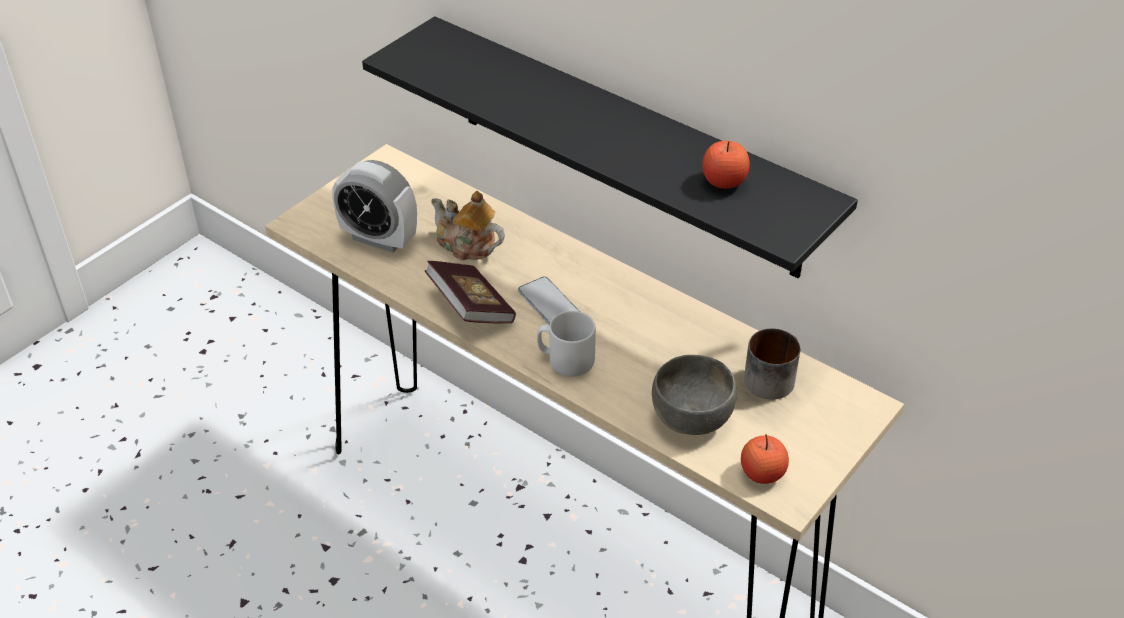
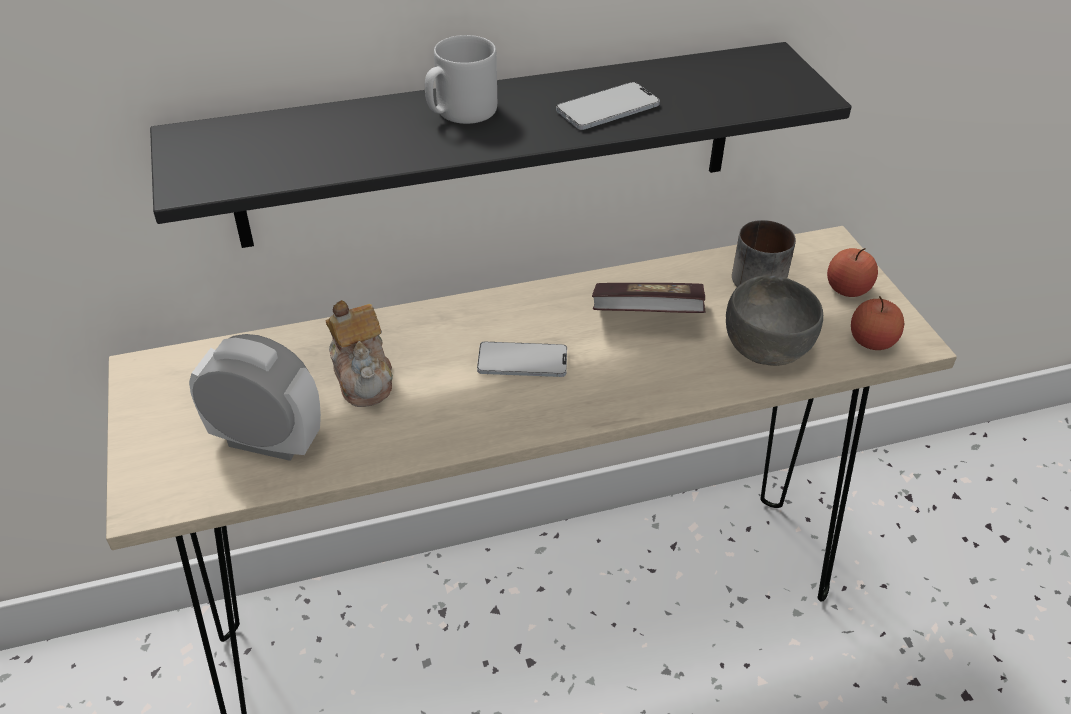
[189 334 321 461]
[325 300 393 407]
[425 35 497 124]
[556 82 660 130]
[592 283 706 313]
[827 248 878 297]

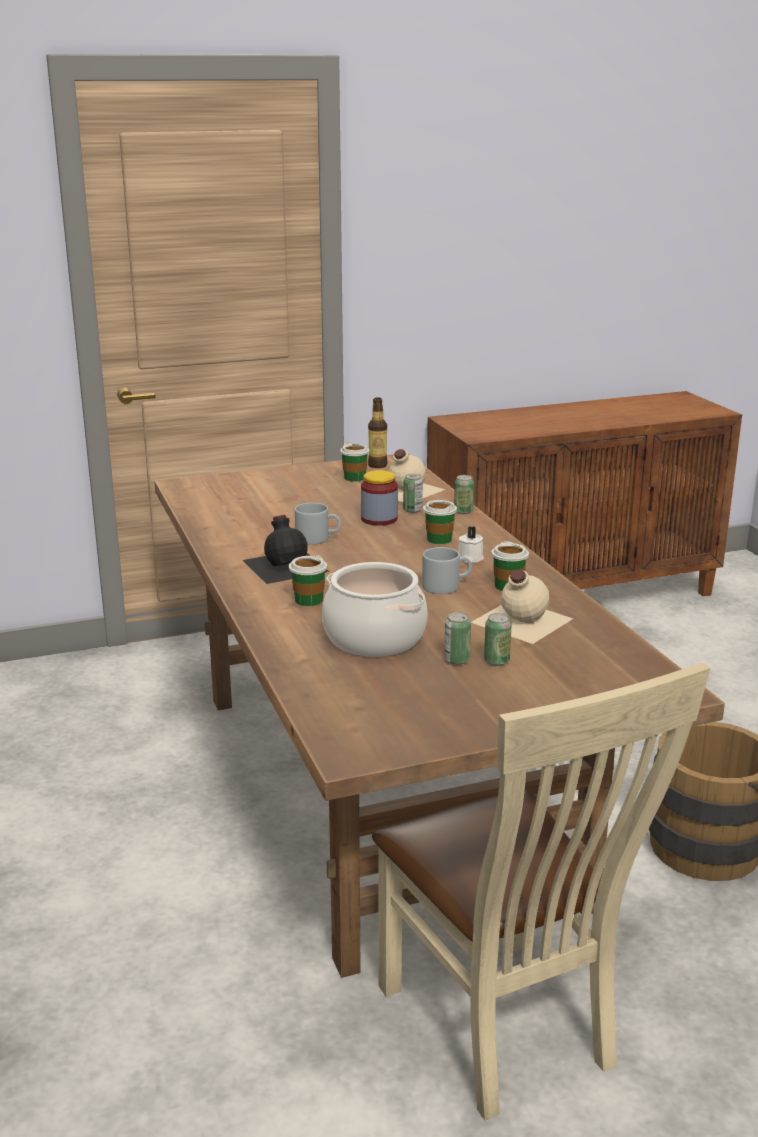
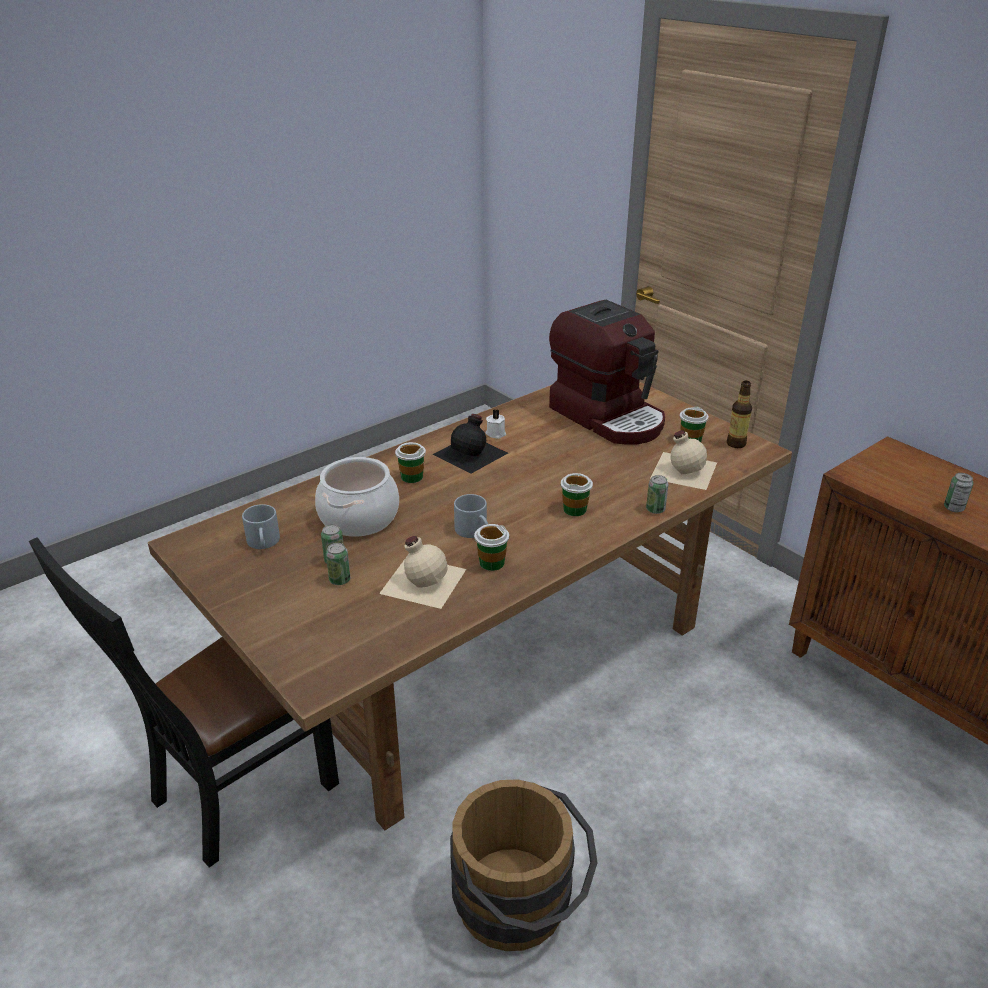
[29 537 339 868]
[242 504 280 549]
[486 409 506 439]
[549 300 665 445]
[944 473 973 512]
[361 470 398 526] (first image)

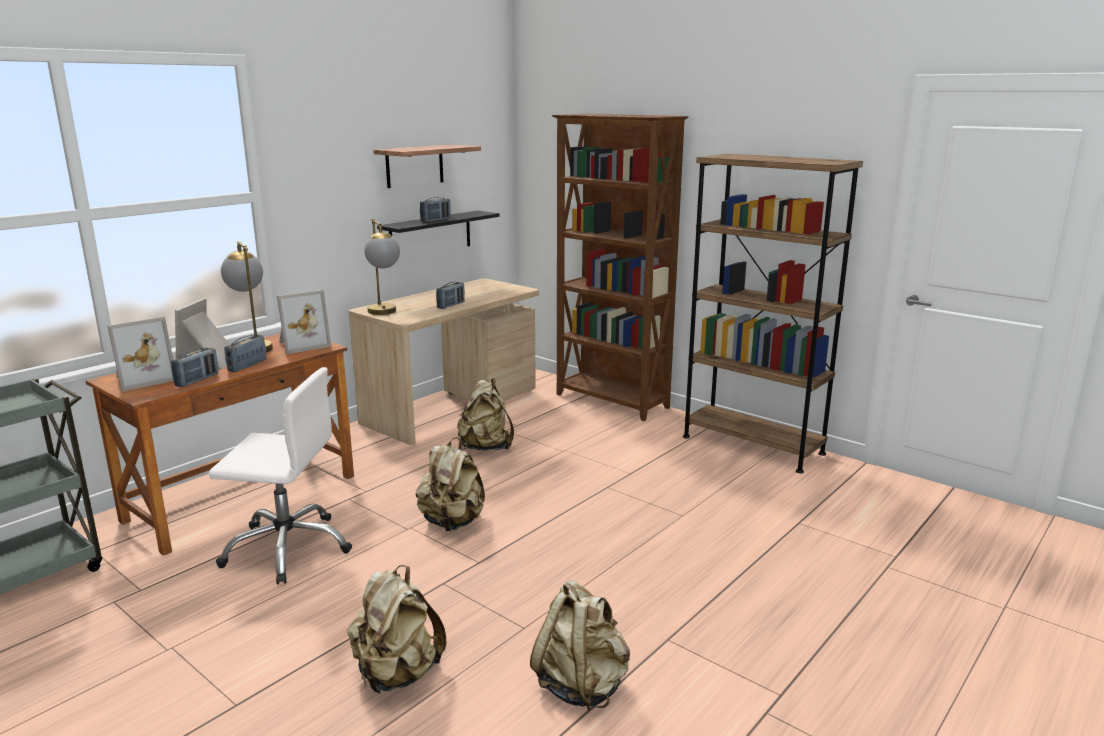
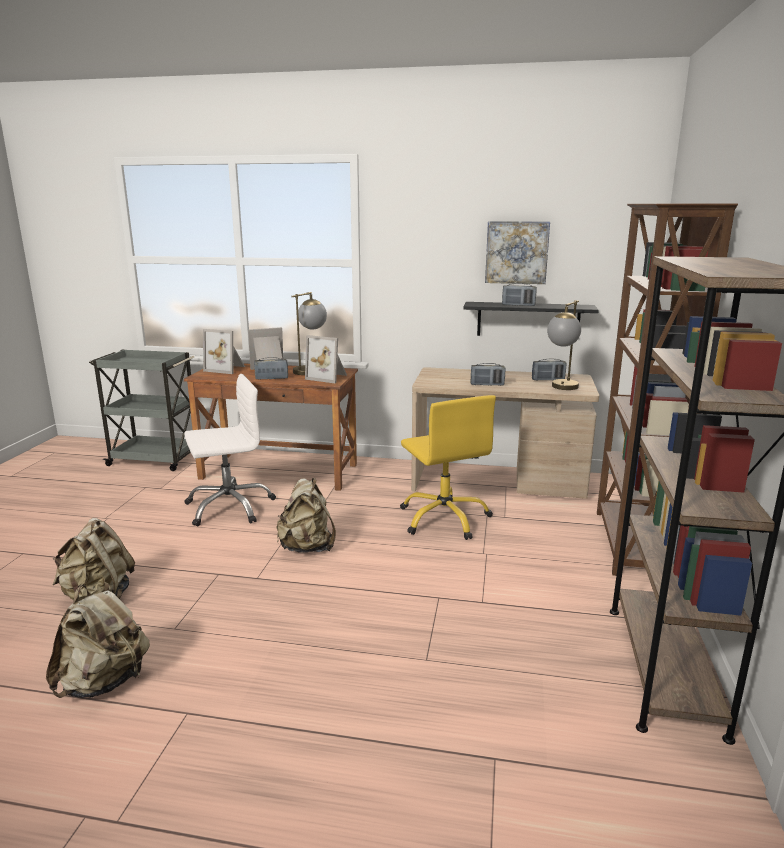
[184 374 276 526]
[400 395 496 540]
[485 221 550 284]
[532 359 566 381]
[547 300 581 390]

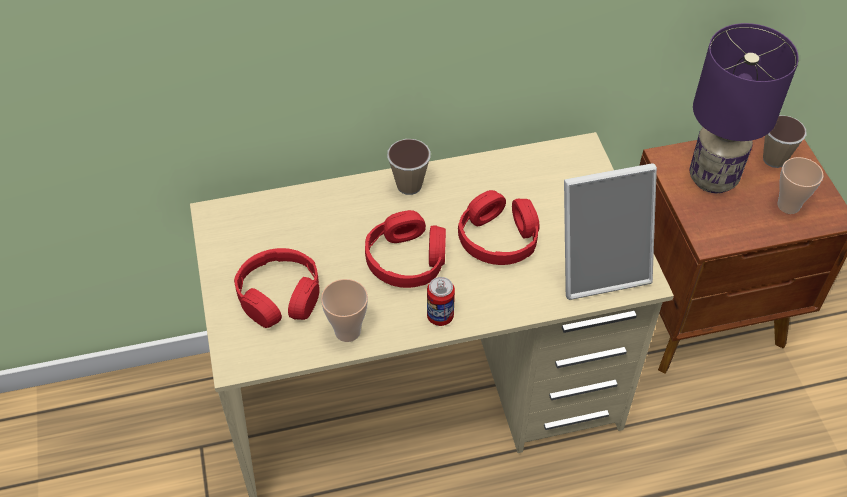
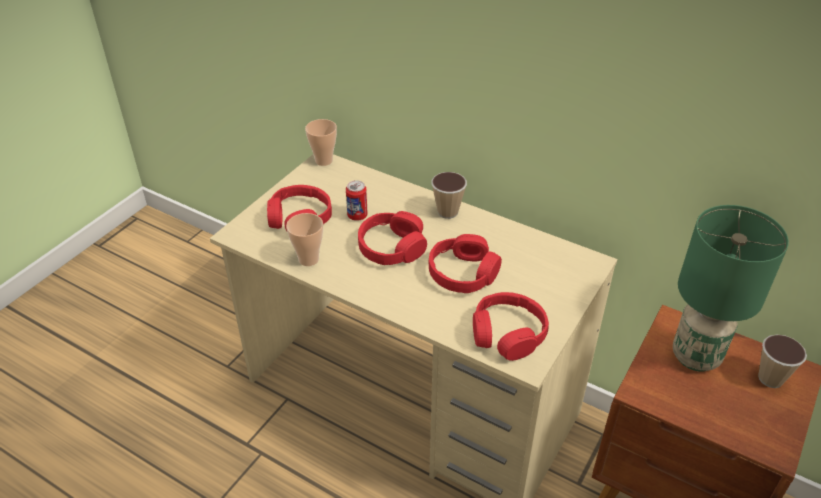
[305 119 337 166]
[346 180 368 221]
[473 292 549 361]
[673 205 789 372]

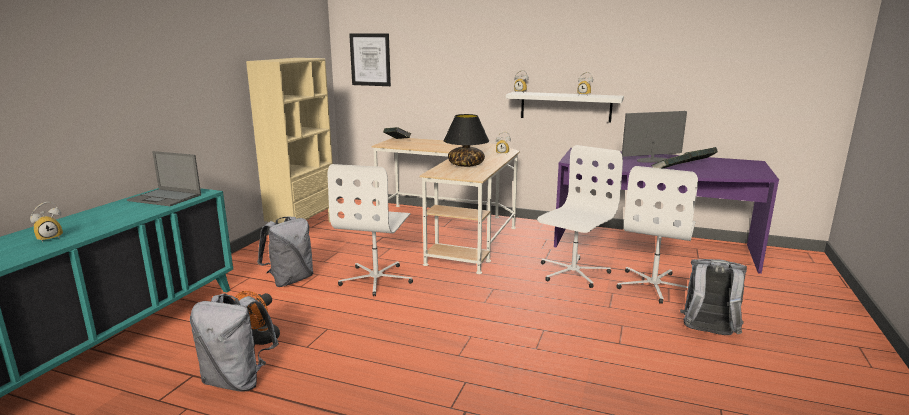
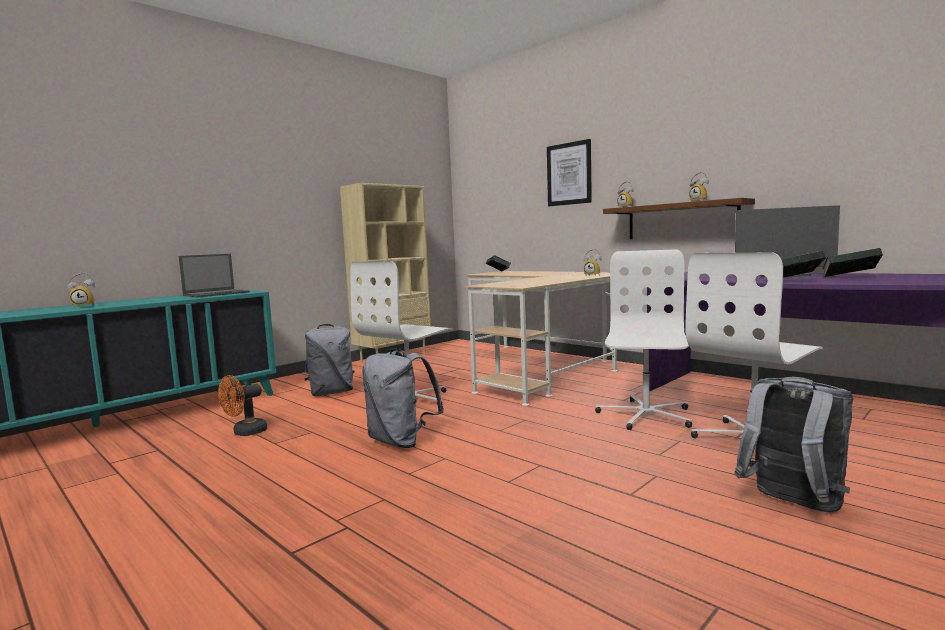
[179 254 250 297]
[362 349 444 448]
[547 139 592 206]
[595 249 692 430]
[603 198 755 239]
[443 114 489 167] (first image)

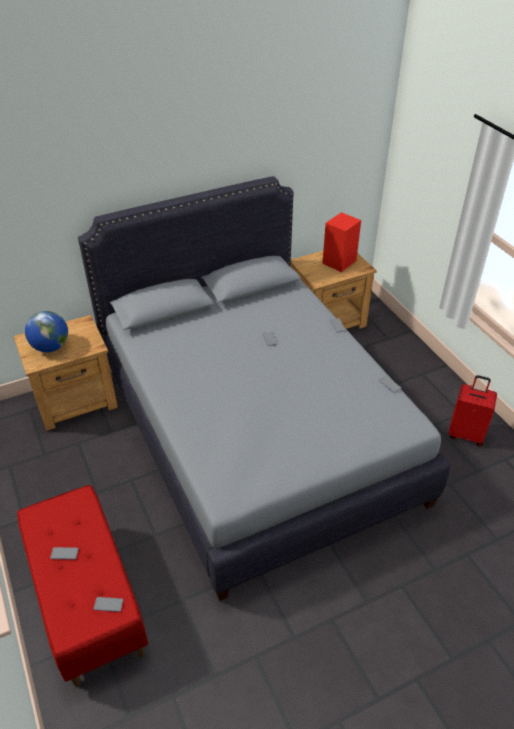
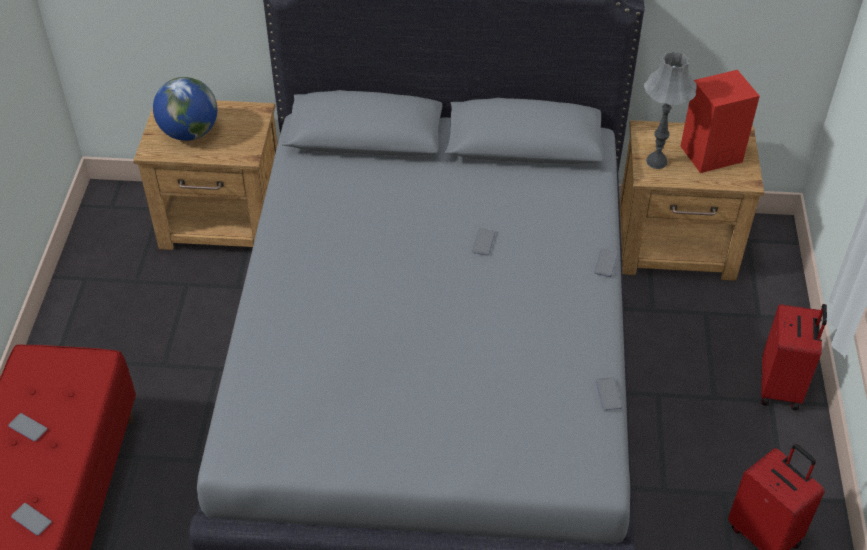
[644 51 697 169]
[761 304 827 410]

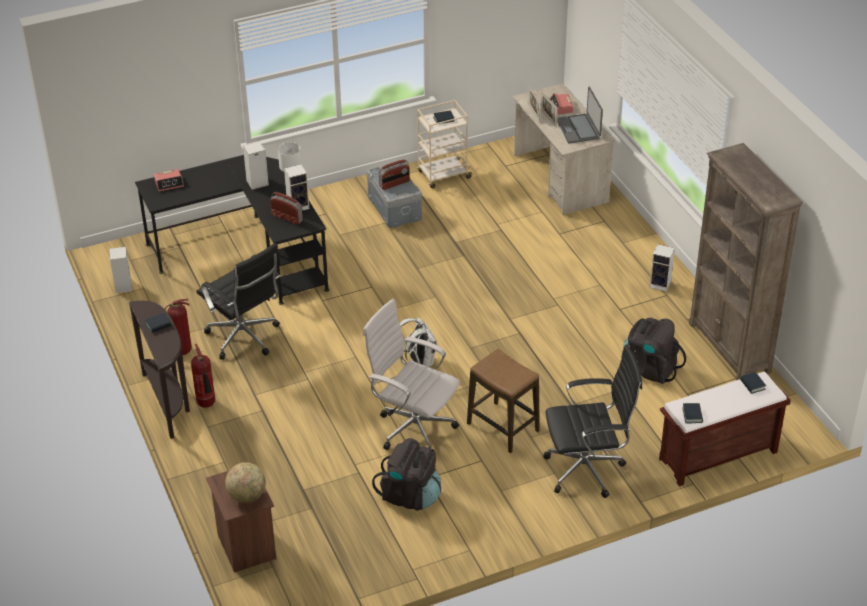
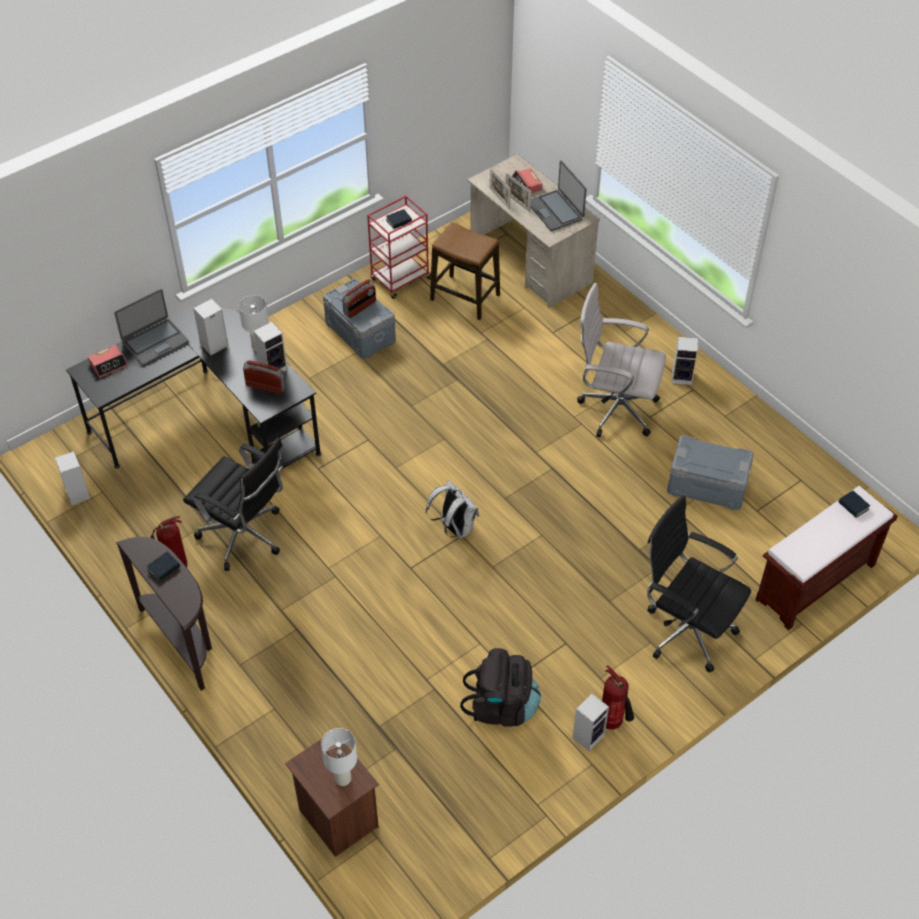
[114 289 189 366]
[321 728 357 786]
[367 195 431 299]
[430 222 500 320]
[572 693 609 751]
[577 283 666 437]
[602 665 634 730]
[647 495 751 673]
[667 435 754 510]
[682 403 703 423] (first image)
[689 143 803 380] (first image)

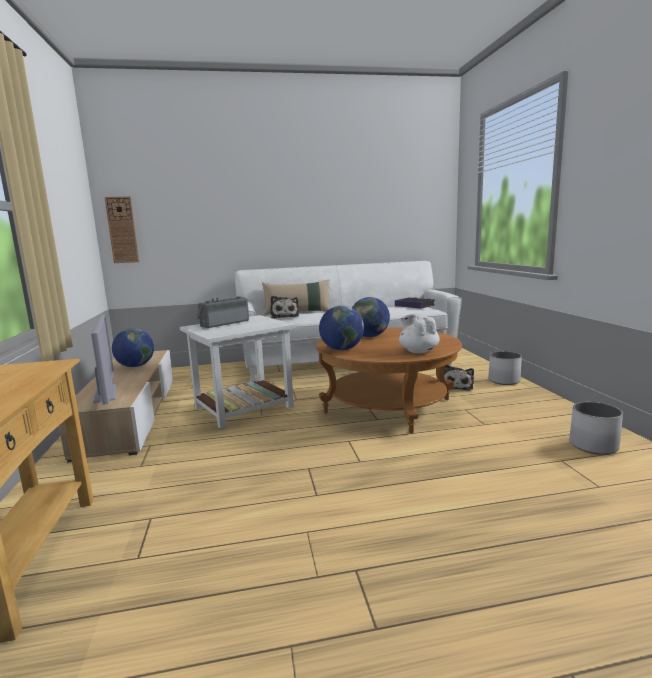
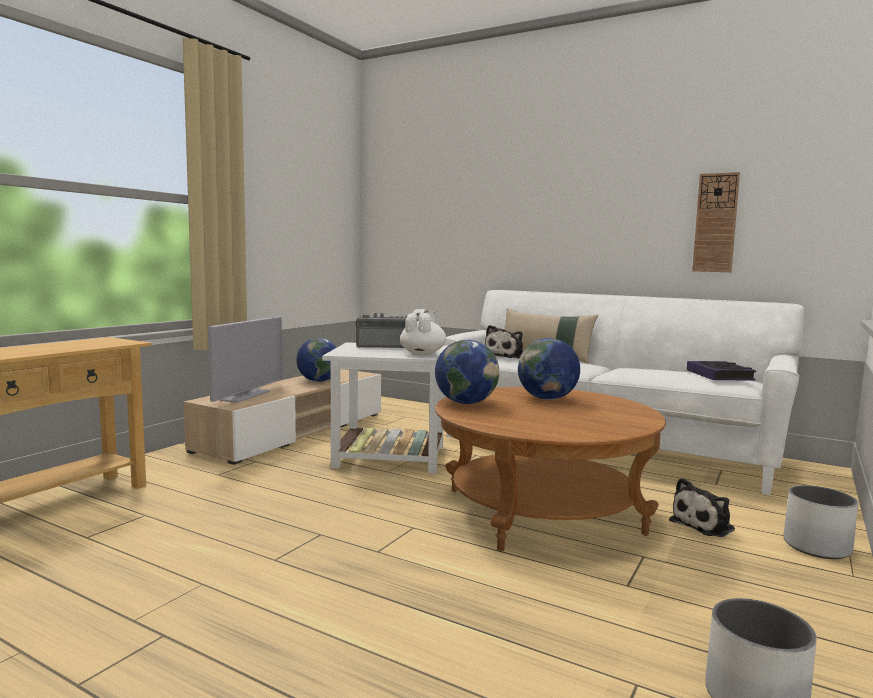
[400 309 446 355]
[692 172 740 272]

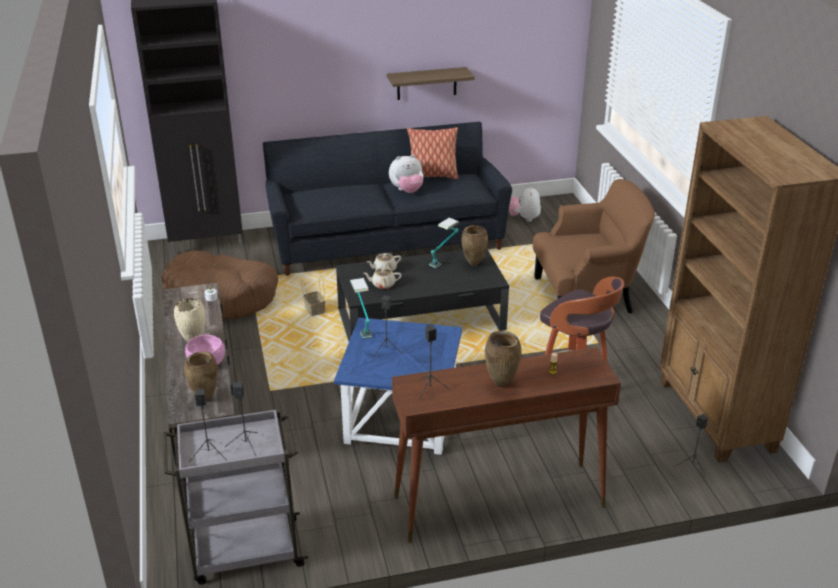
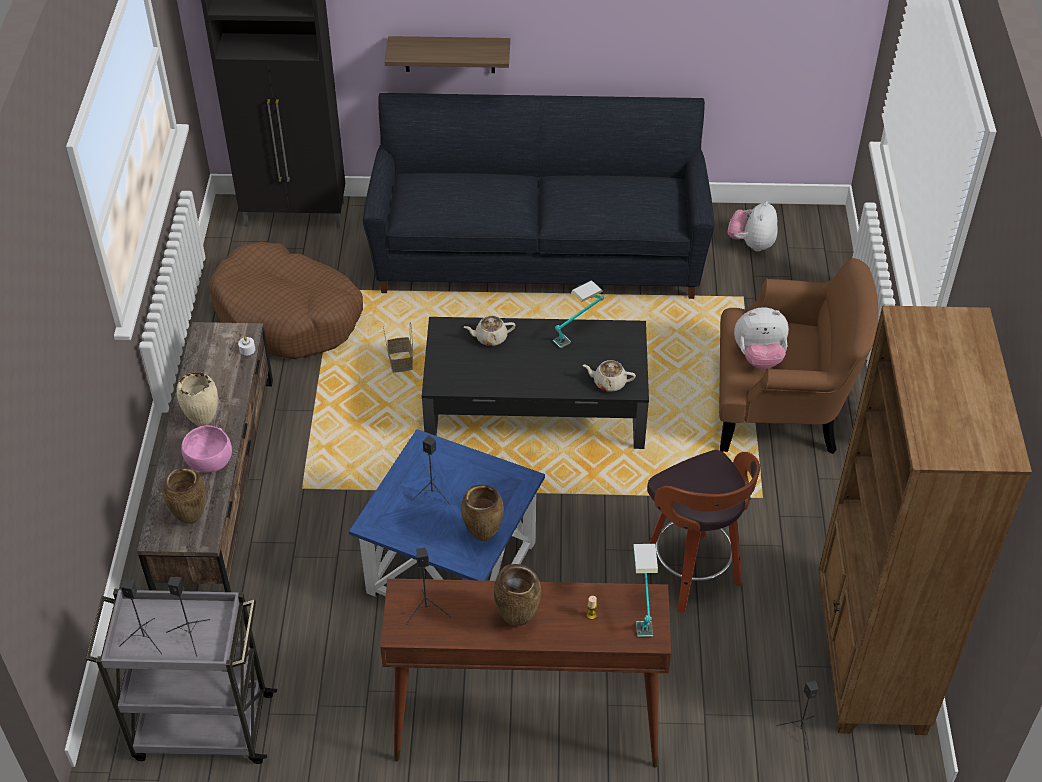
[385 36 510 73]
[461 484 504 541]
[583 360 636 392]
[633 544 658 637]
[734 307 789 369]
[407 127 458 179] (first image)

